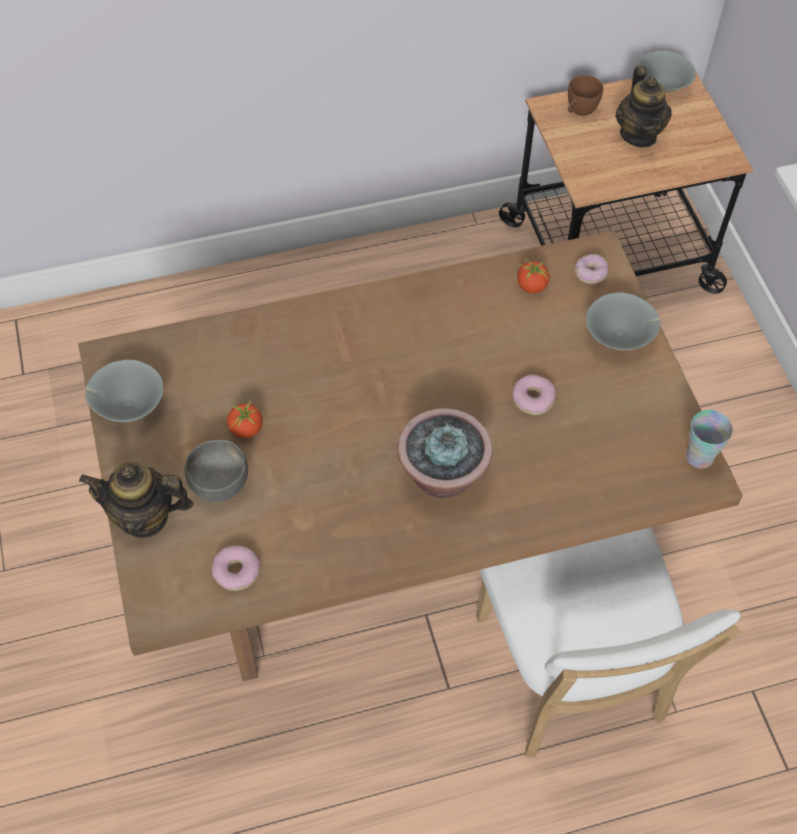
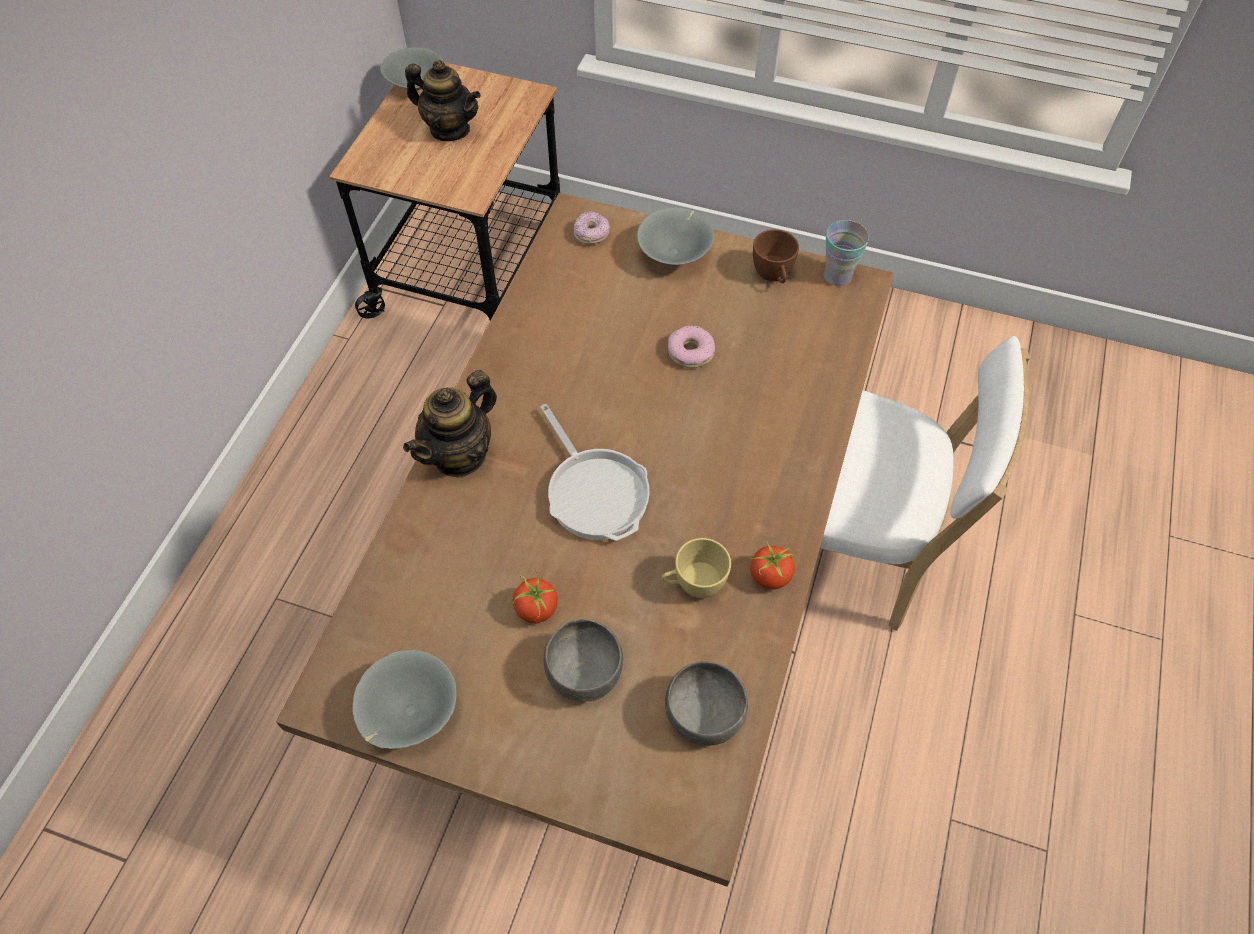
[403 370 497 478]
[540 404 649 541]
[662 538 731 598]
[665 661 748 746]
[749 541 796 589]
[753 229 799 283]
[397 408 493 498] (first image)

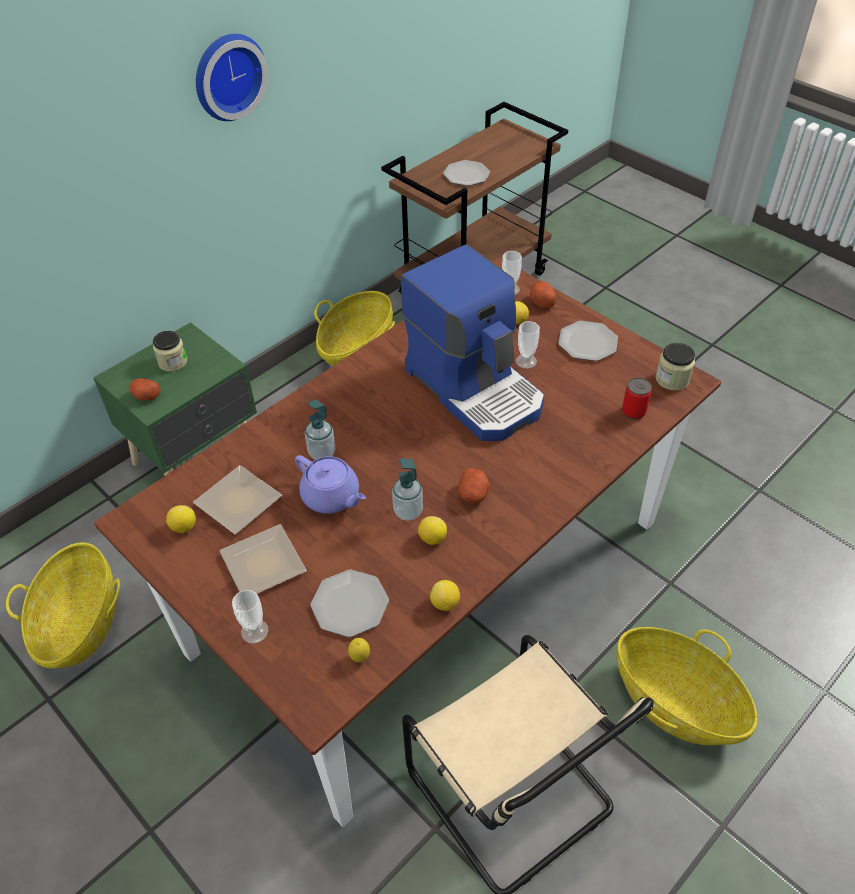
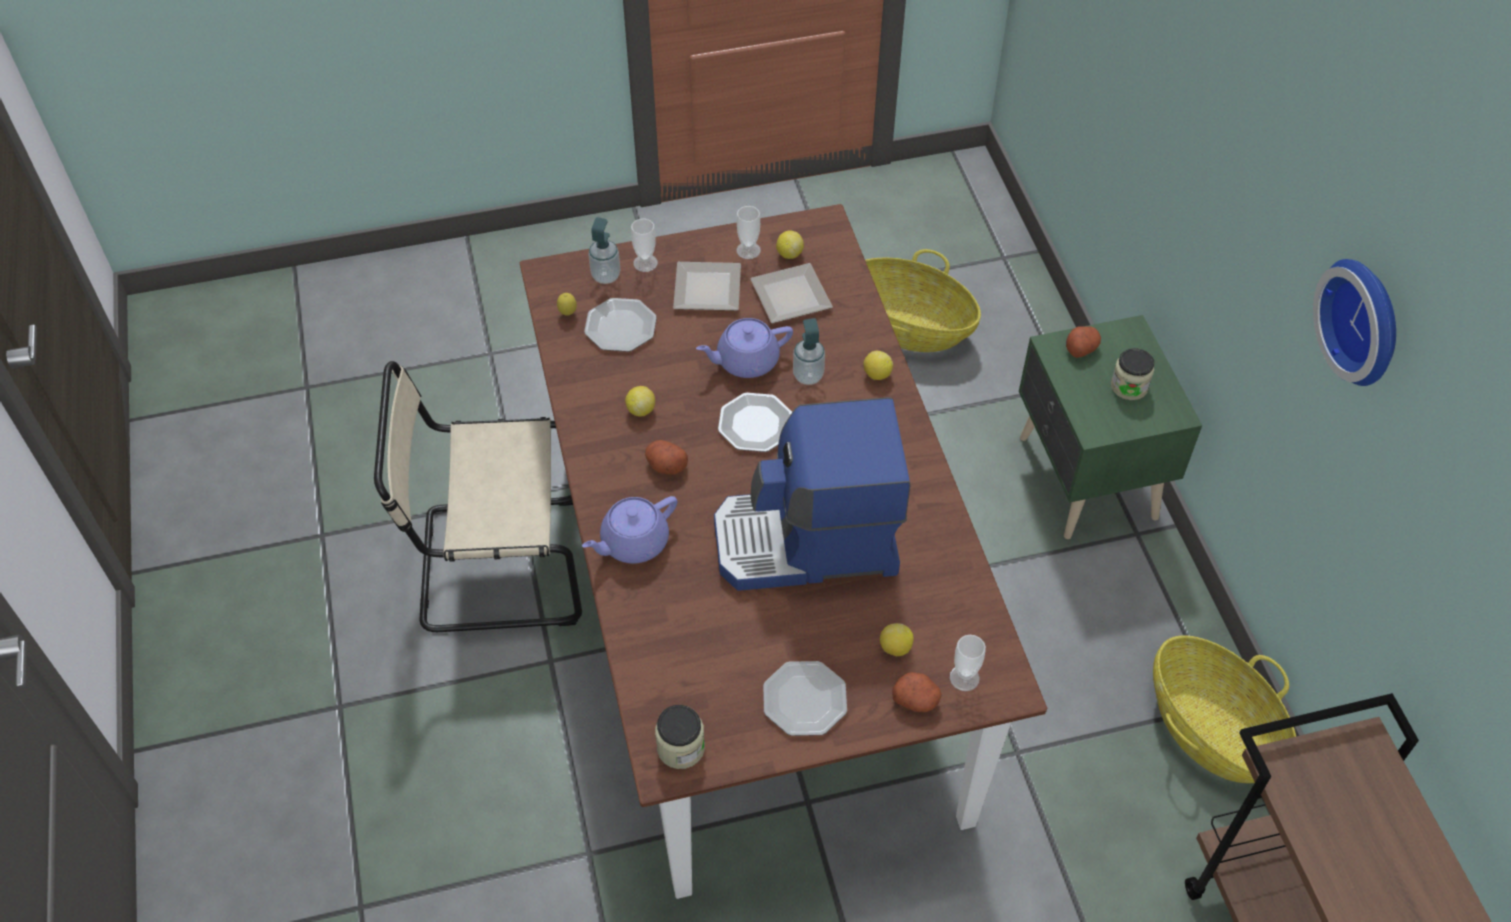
[582 496 677 564]
[588 217 621 284]
[718 393 792 452]
[736 206 761 259]
[863 351 893 380]
[616 627 757 745] (first image)
[622 378 652 420] (first image)

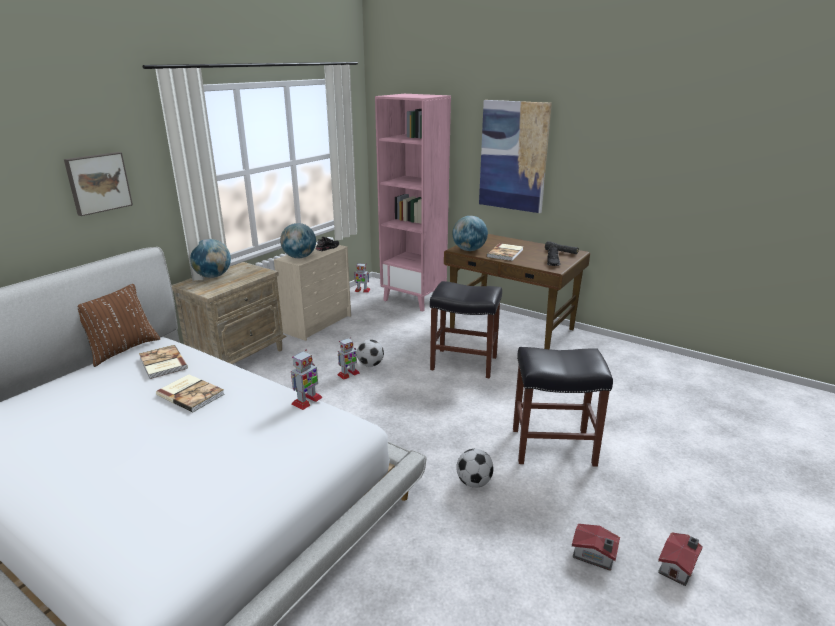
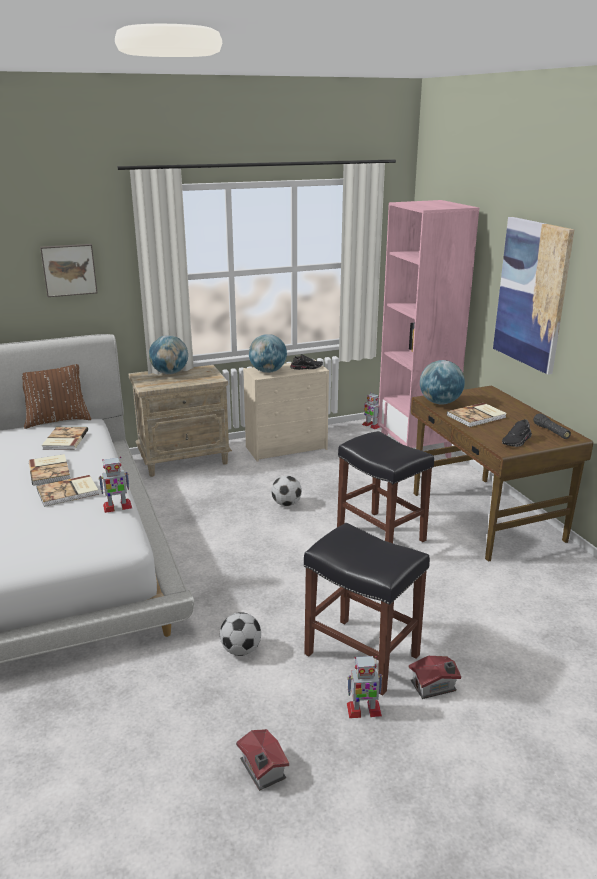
[36 475 99 507]
[347 656 383 718]
[408 656 461 699]

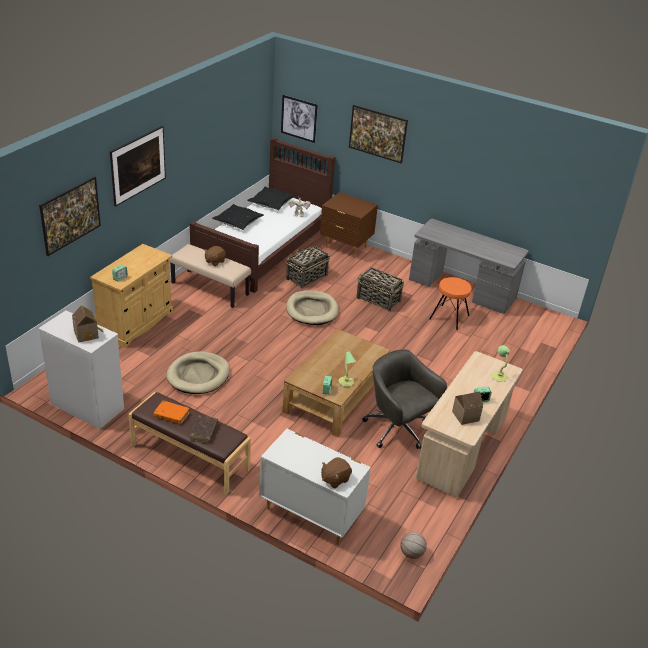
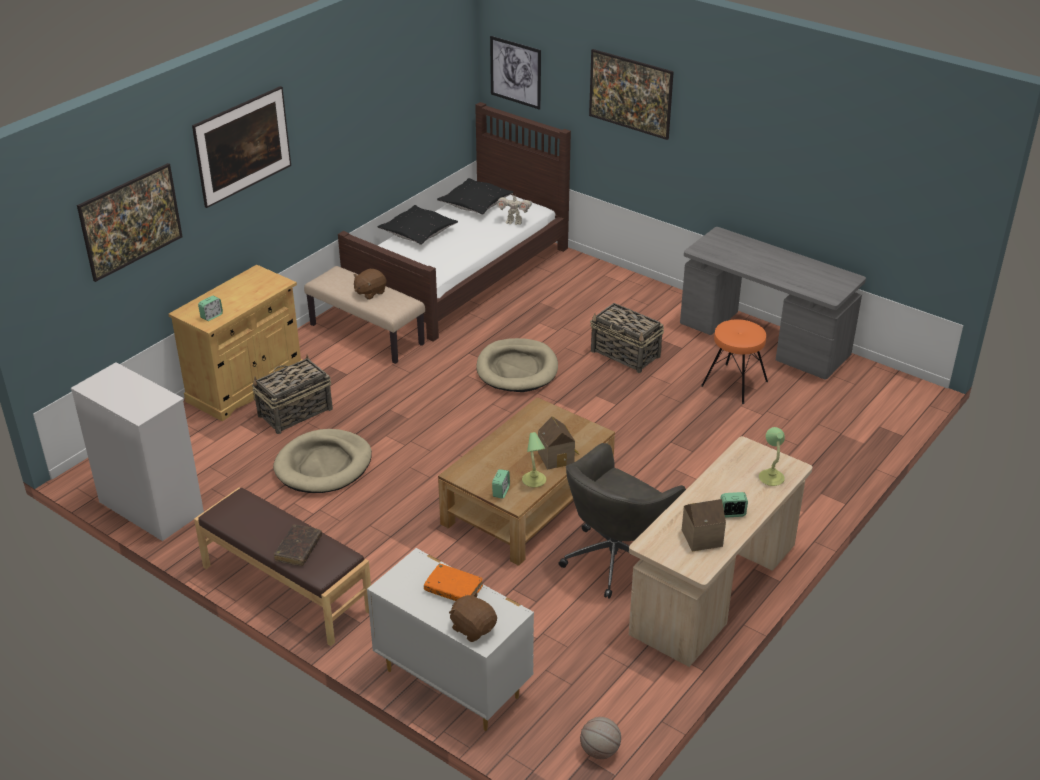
[252 355 333 434]
[424 564 483 601]
[449 591 497 642]
[538 416 580 470]
[559 443 686 599]
[320 192 378 258] (first image)

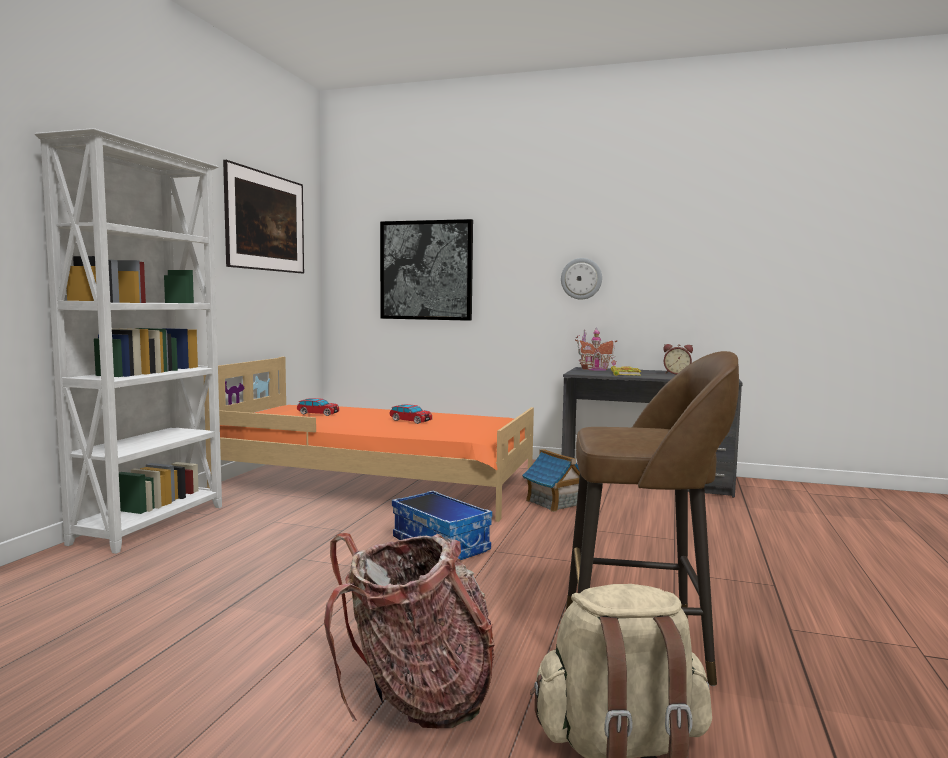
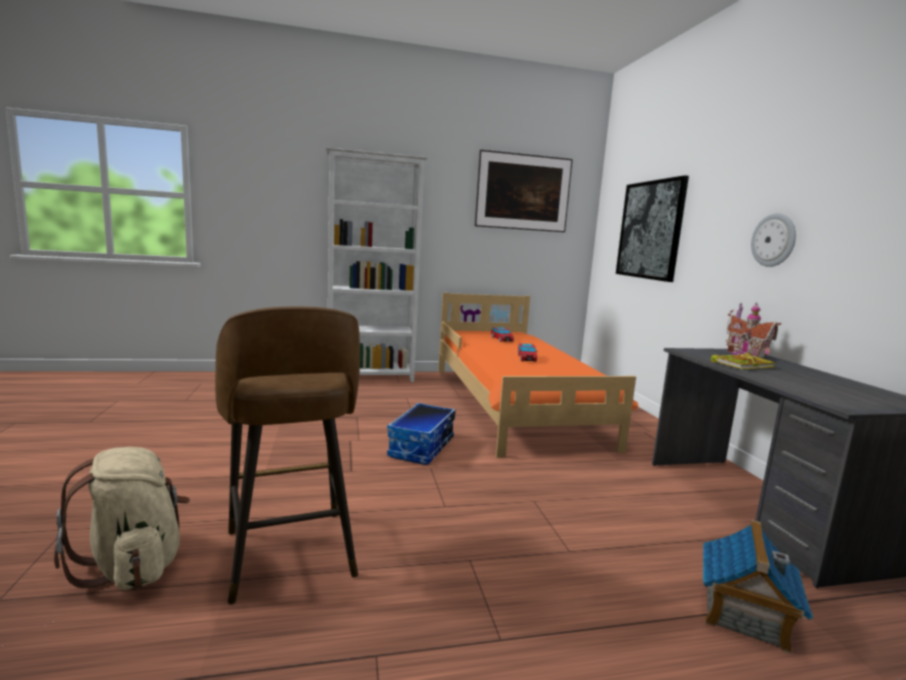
[703 520 813 654]
[324 533 494 728] (first image)
[663 344 693 374] (first image)

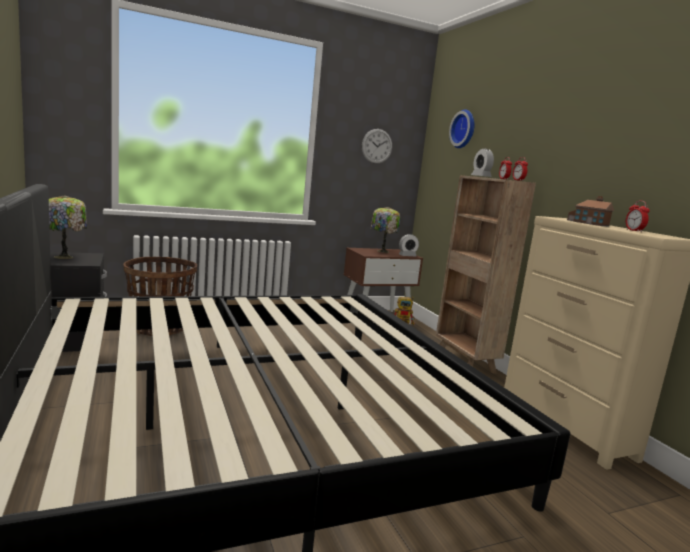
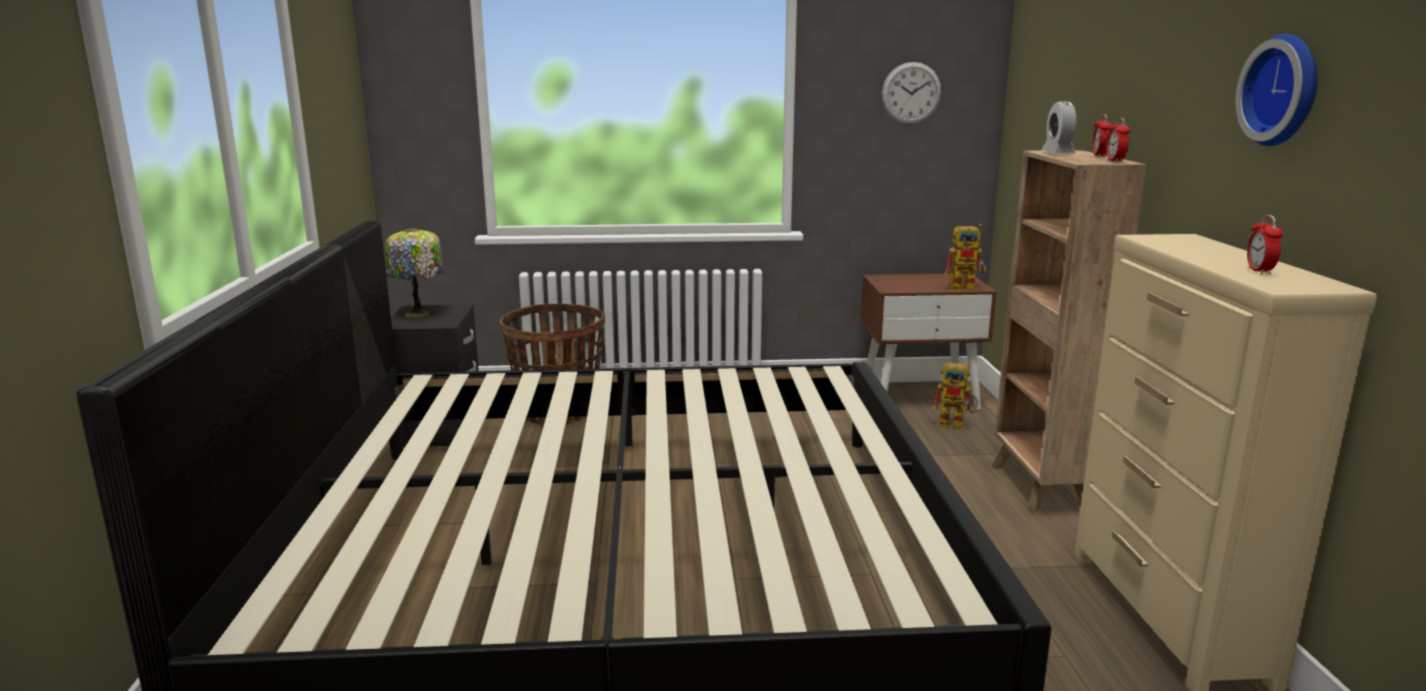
[944 224 986 291]
[1236 34 1318 146]
[371 207 400 253] (first image)
[567 196 614 226] (first image)

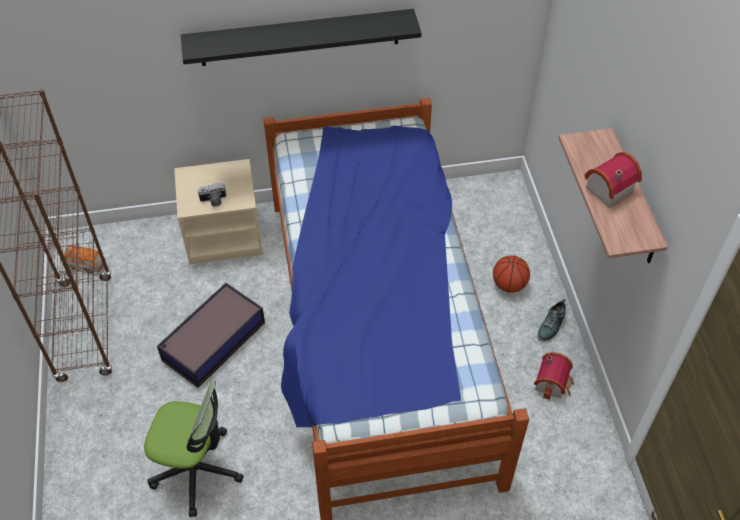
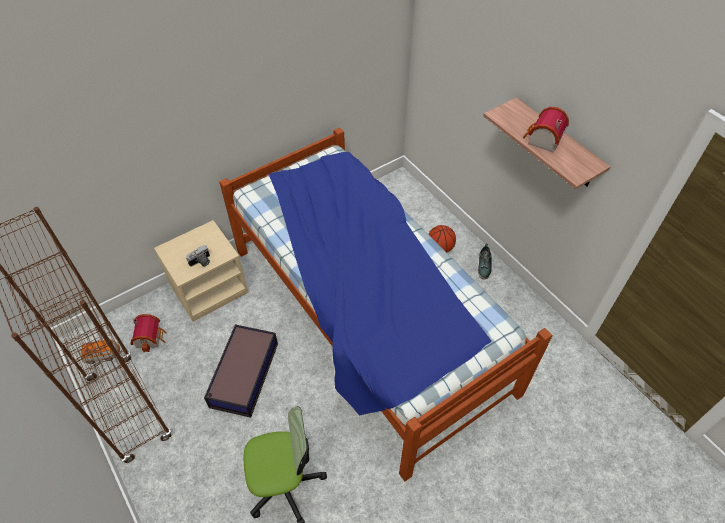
[131 314 167 353]
[181 9 421 66] (first image)

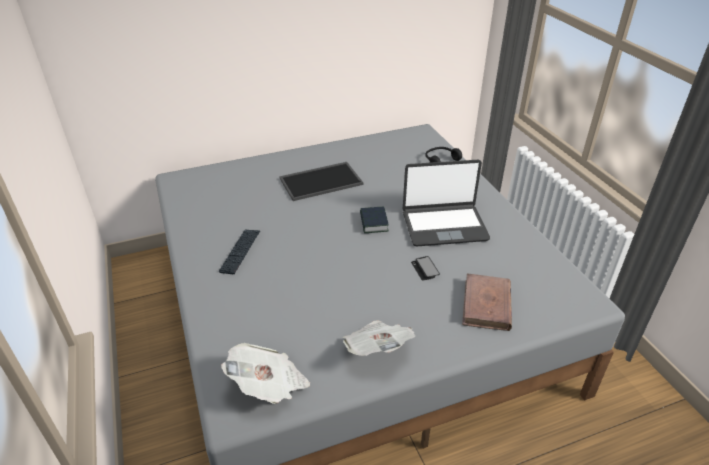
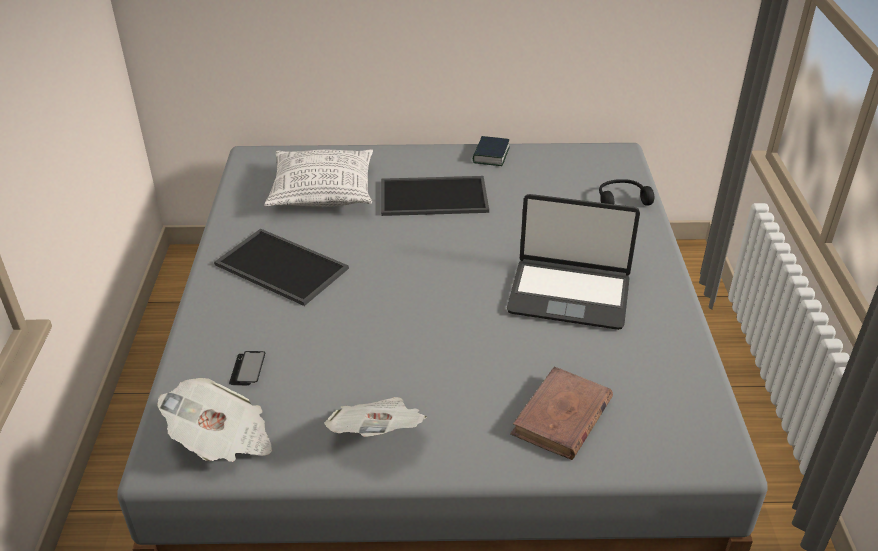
[214 229 349 306]
[229 351 265 385]
[264 149 373 207]
[473 136 510 166]

